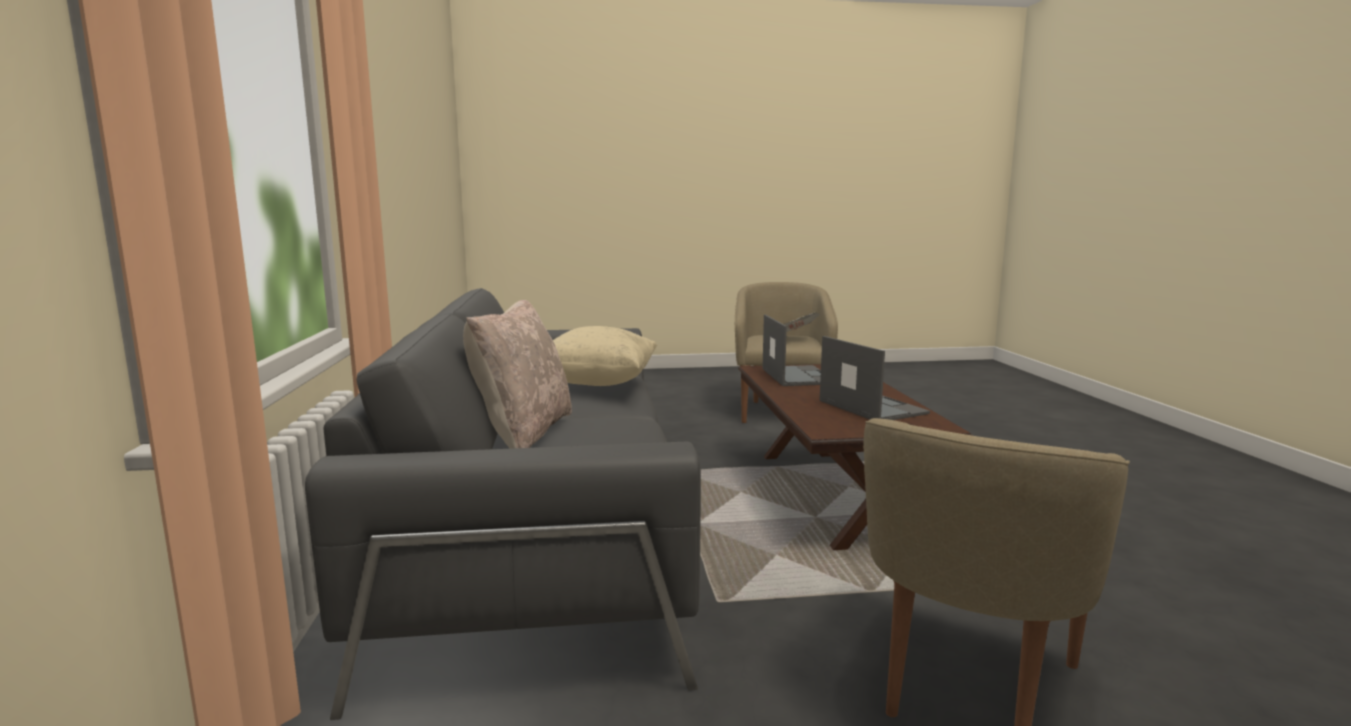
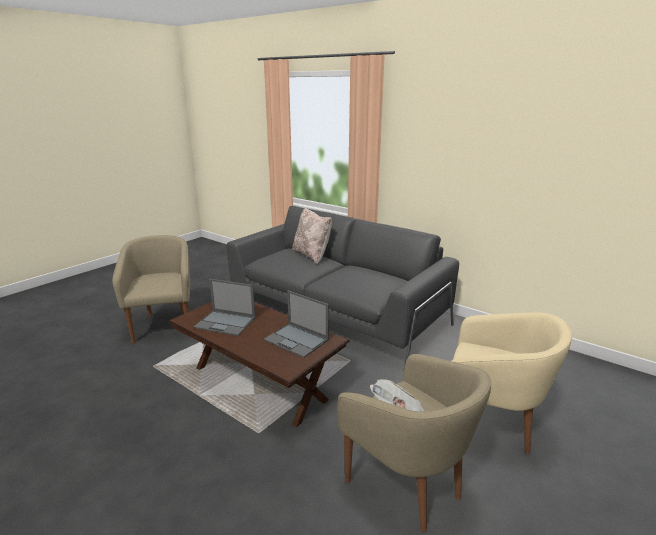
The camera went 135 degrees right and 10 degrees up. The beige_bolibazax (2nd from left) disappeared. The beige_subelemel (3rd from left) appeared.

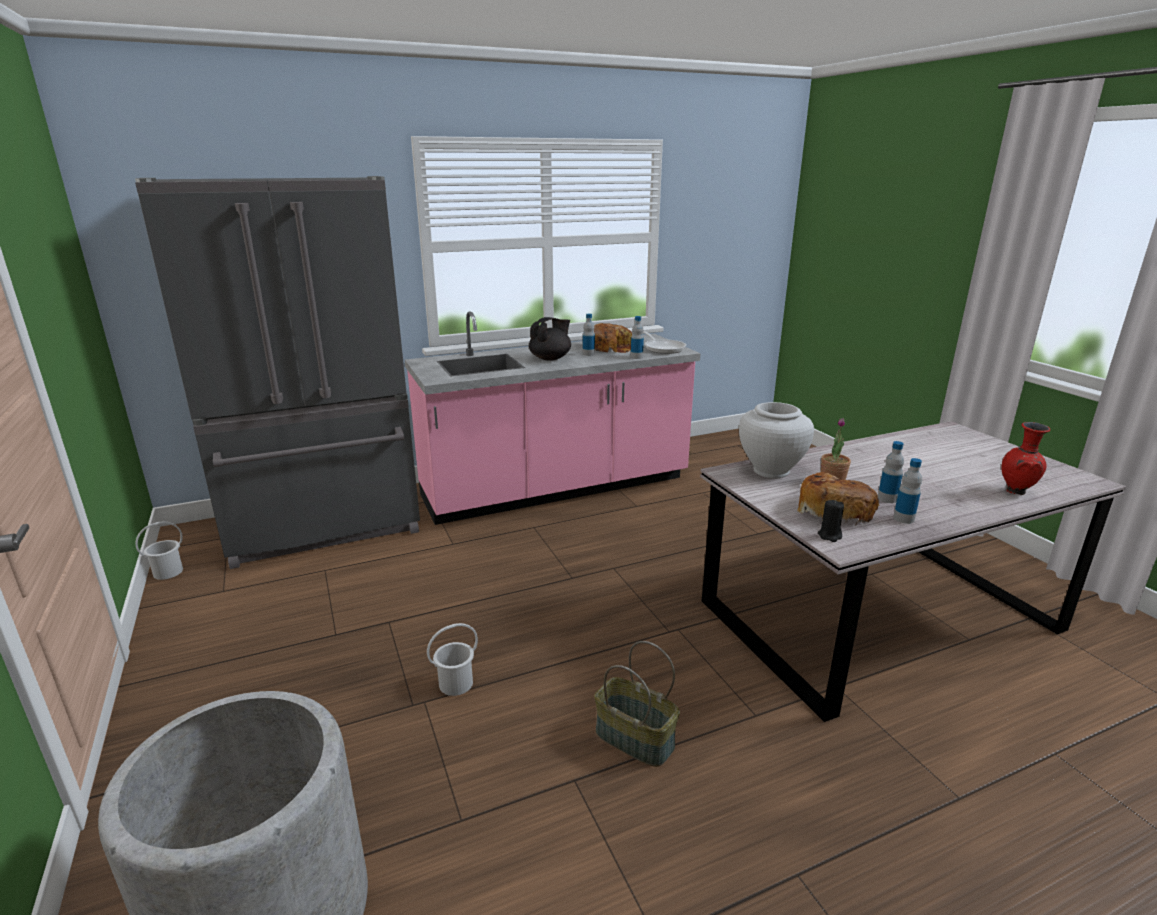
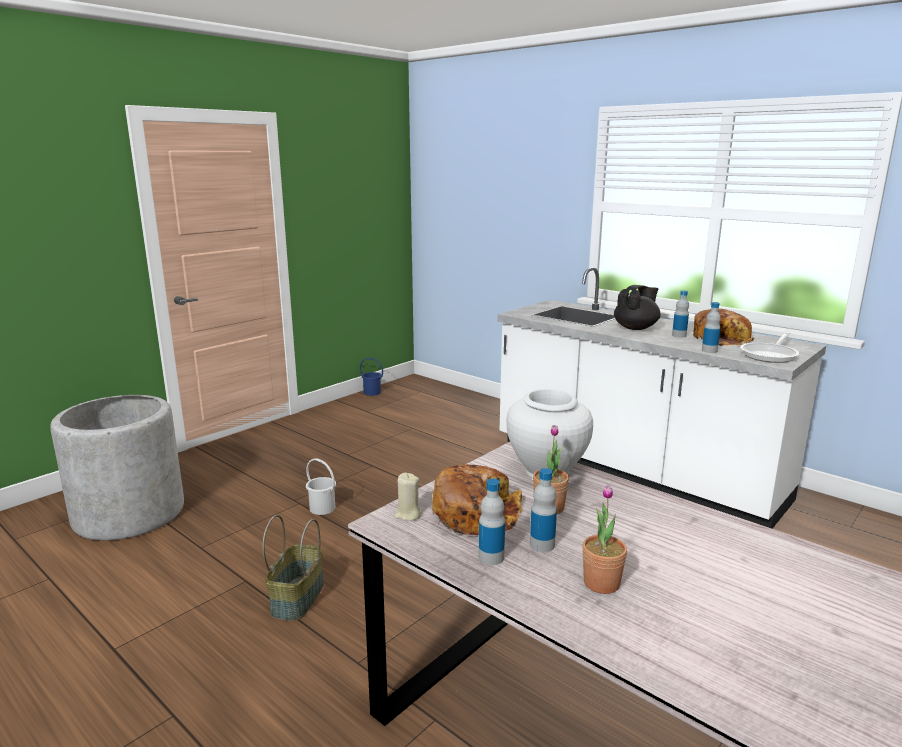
The camera went 65 degrees right and 5 degrees down. The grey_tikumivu disappeared. The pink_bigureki became the white_bigureki. The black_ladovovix turned 60 degrees counterclockwise. The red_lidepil disappeared. The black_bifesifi became the beige_bifesifi. The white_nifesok (1st from left) became the blue_nifesok. The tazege (2nd from left) appeared.

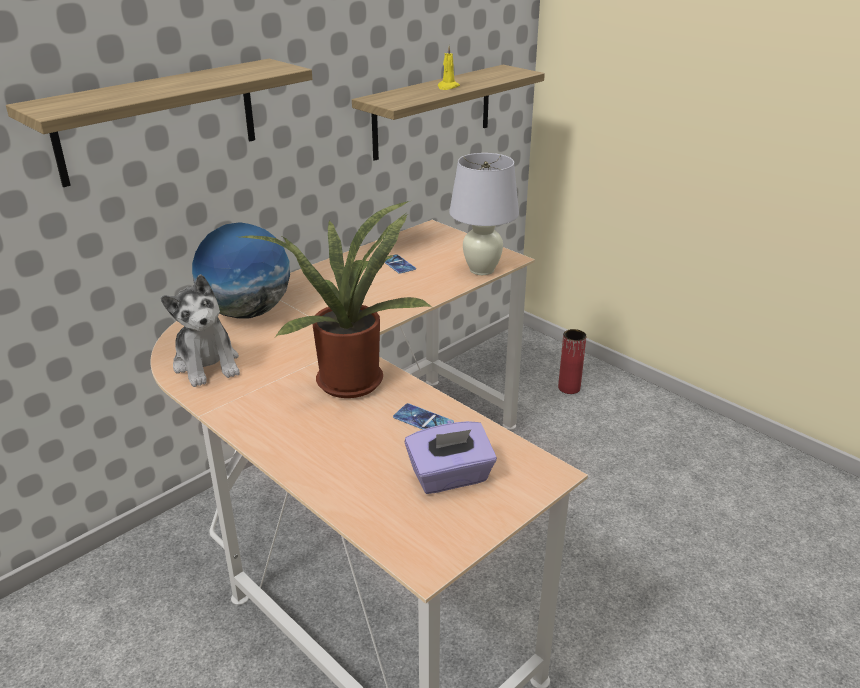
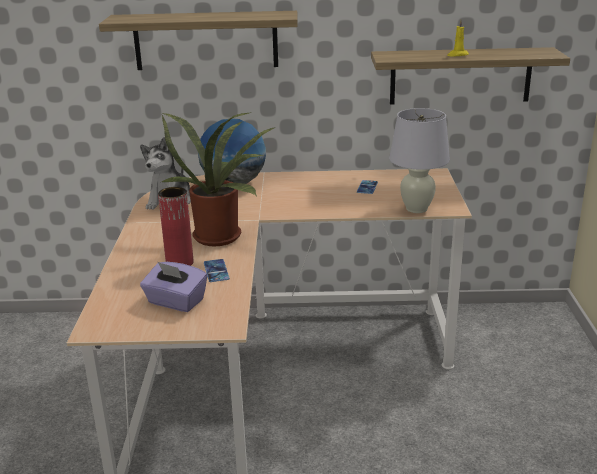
The camera went 45 degrees right and 5 degrees down. The red_lidepil moved.

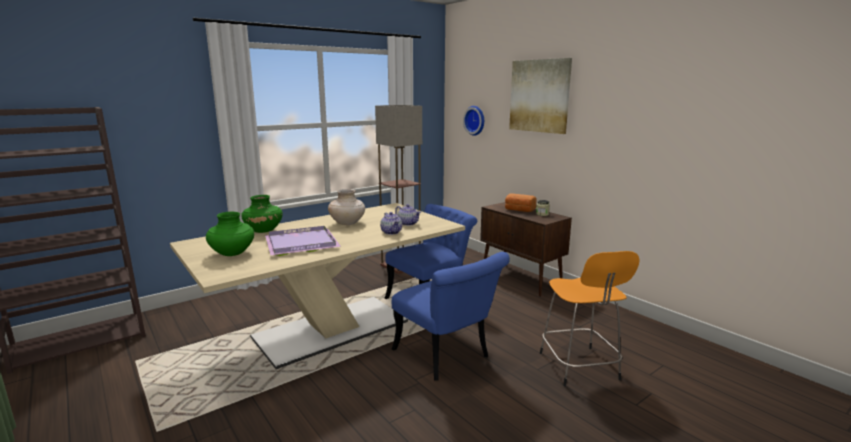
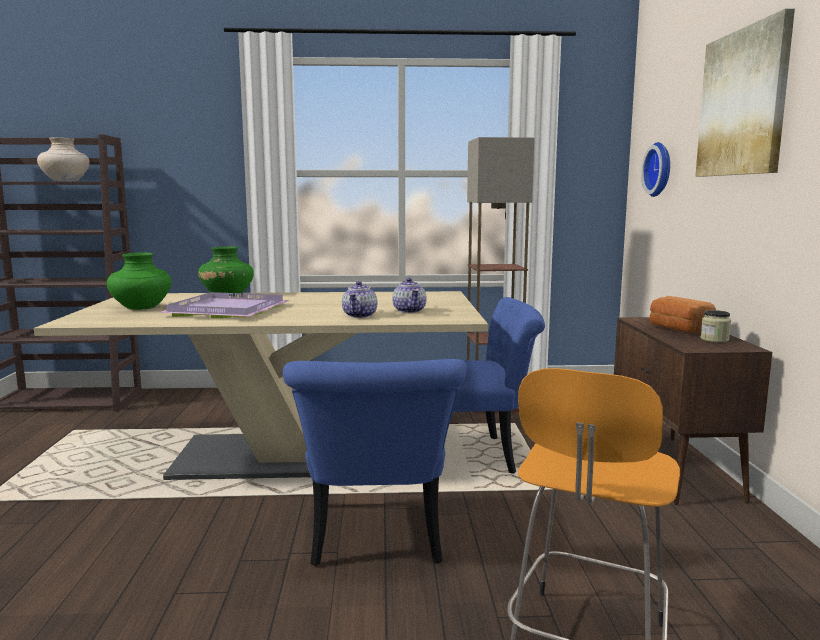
The camera went 35 degrees right and 5 degrees down. The beige_lidepil moved.

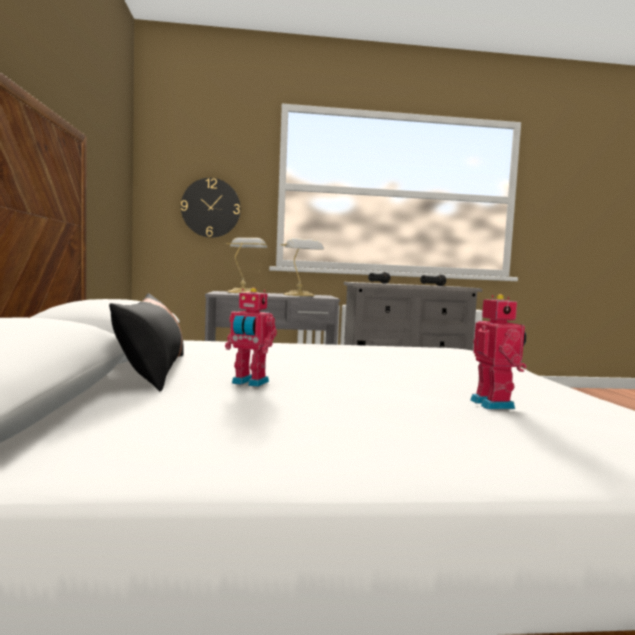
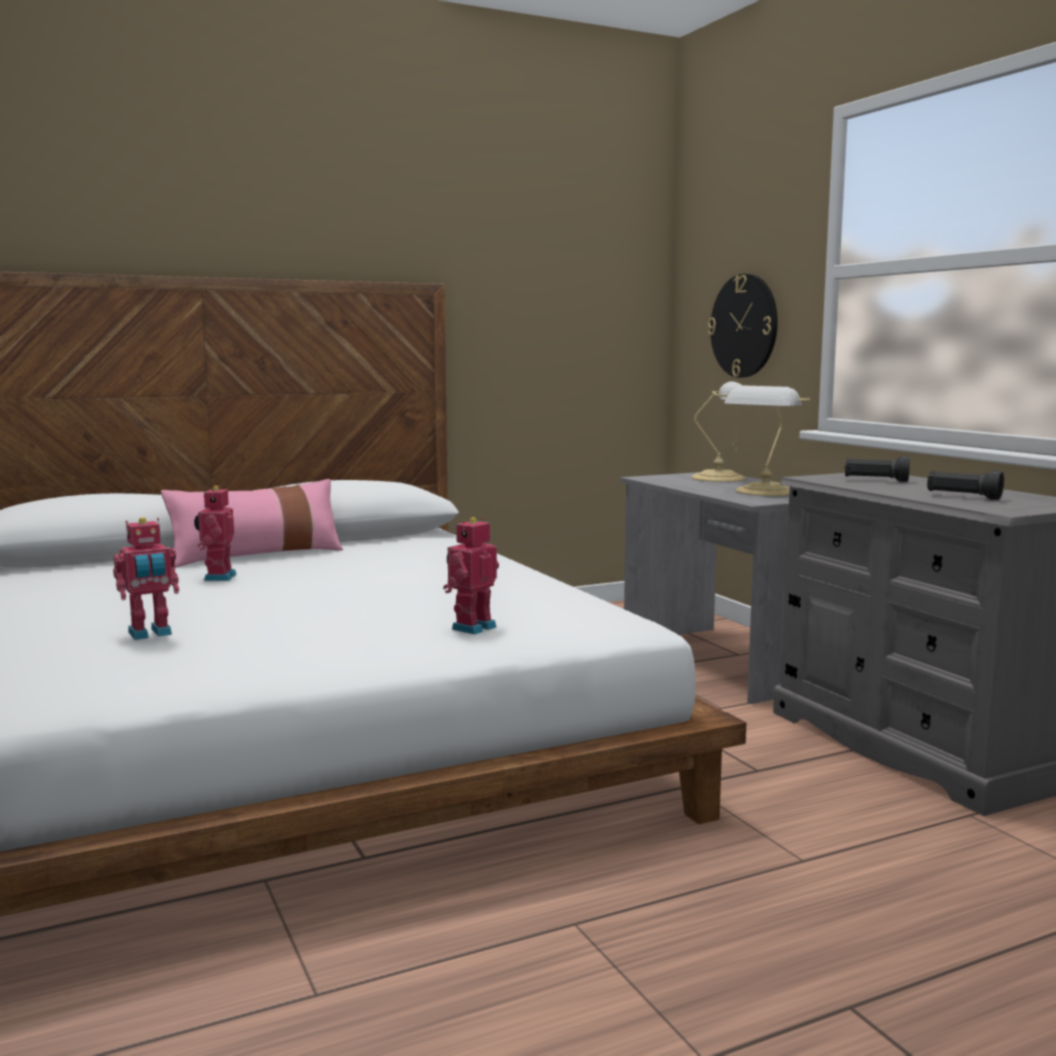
The camera went 70 degrees right and 5 degrees up. The black_bolibazax became the pink_bolibazax. The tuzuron (3rd from left) appeared.

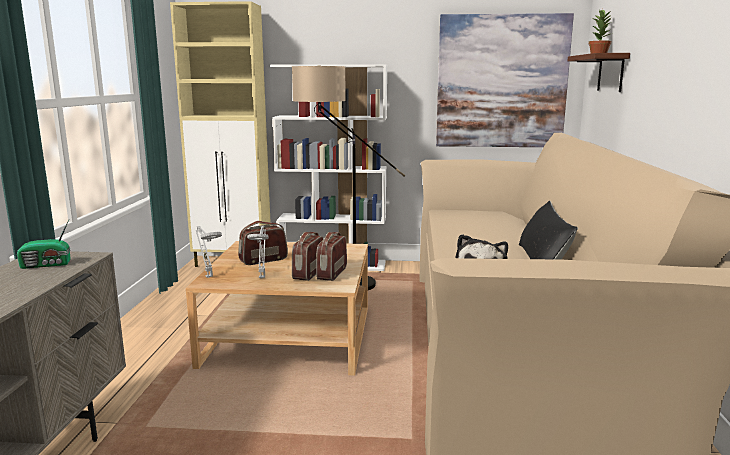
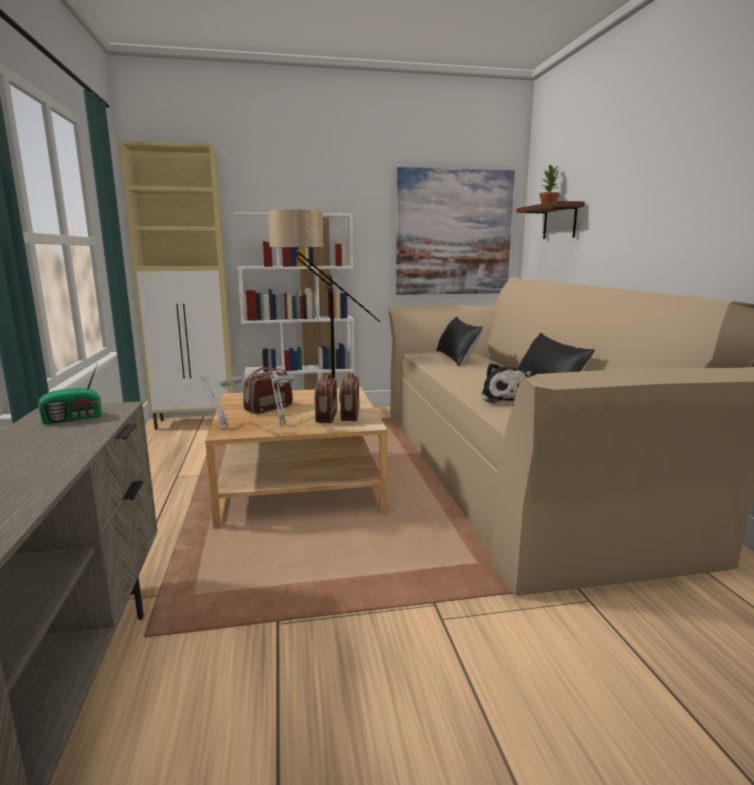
The camera went 15 degrees left and 0 degrees up. The black_bolibazax (1st from left) appeared.

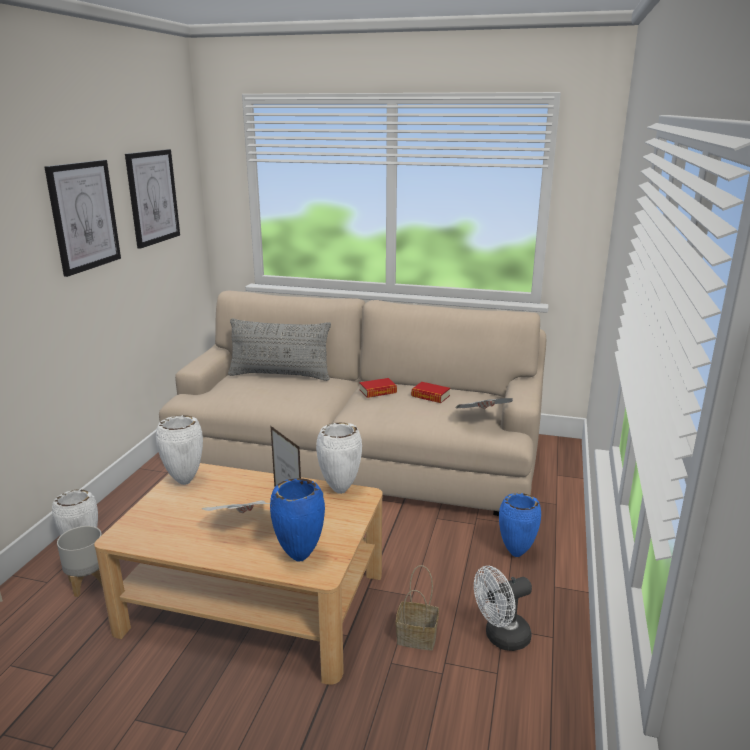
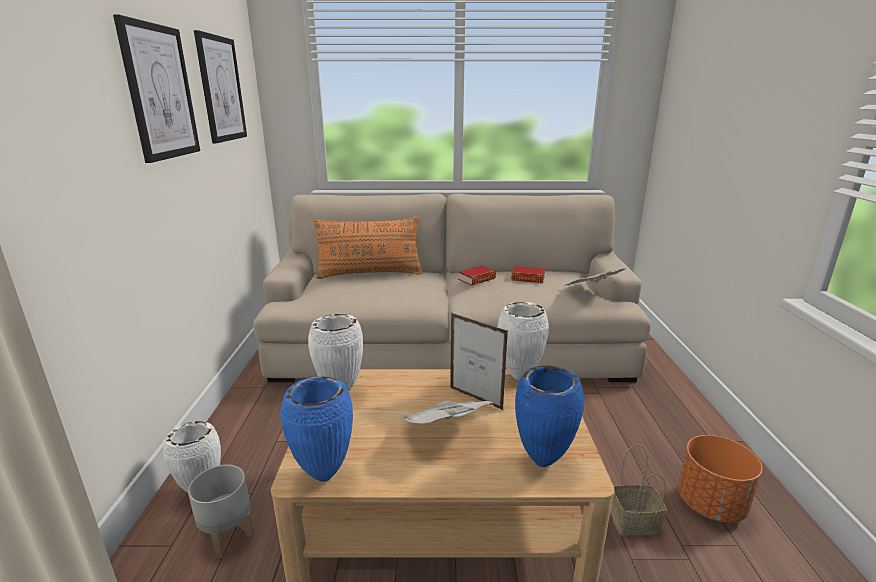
The camera went 15 degrees left and 0 degrees up. The grey_bolibazax became the orange_bolibazax. The blue_lidepil (2nd from left in the first image) moved. The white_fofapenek was replaced by the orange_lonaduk.

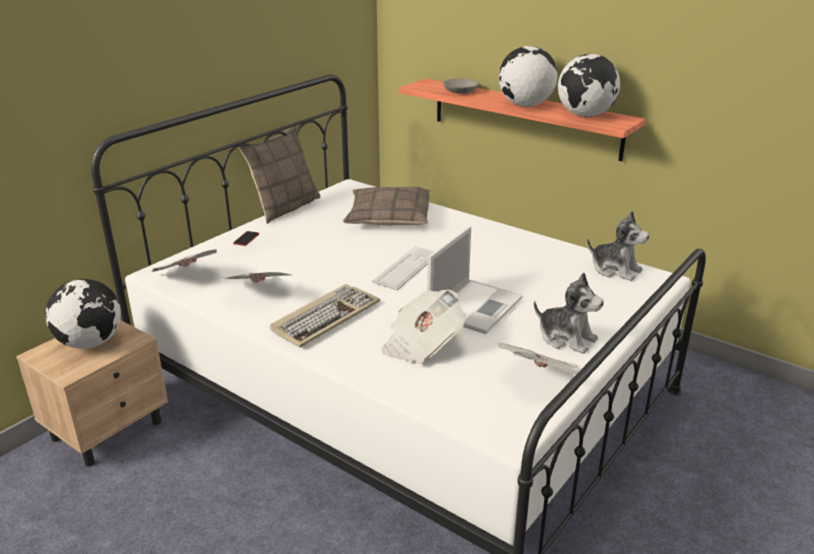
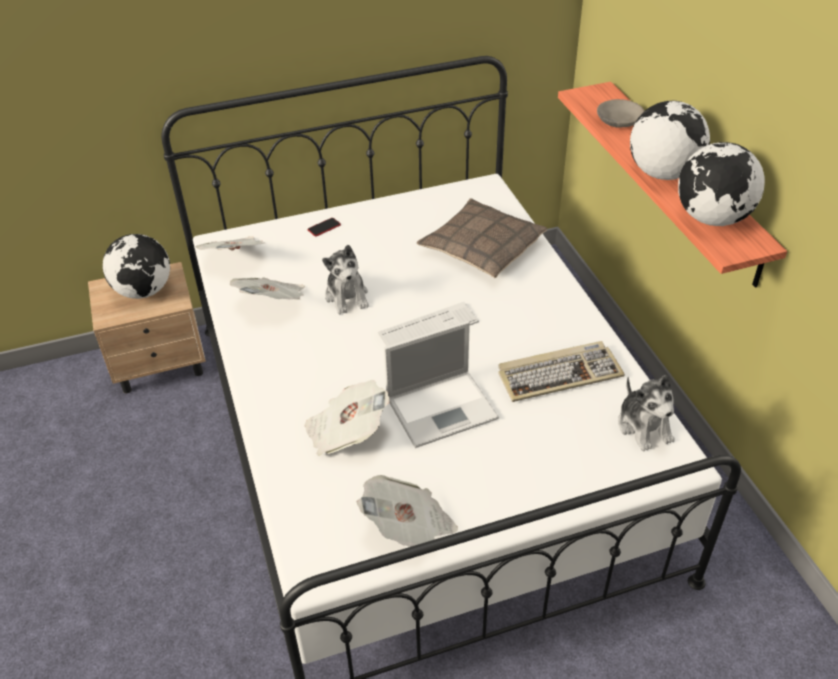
The camera went 35 degrees right and 15 degrees up. The bolibazax (1st from left) disappeared. The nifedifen (1st from left) moved. The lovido (1st from left in the first image) moved.

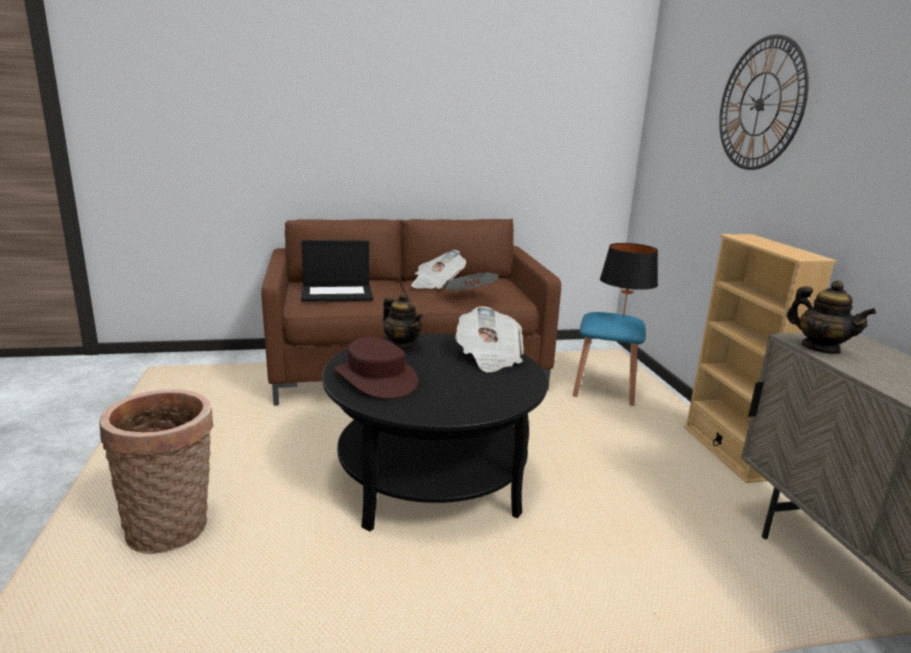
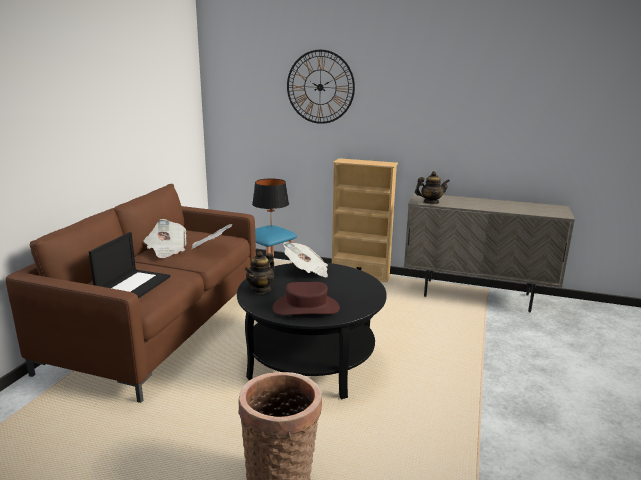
The camera went 60 degrees left and 0 degrees up. The ladovovix (1st from left) turned 135 degrees clockwise.

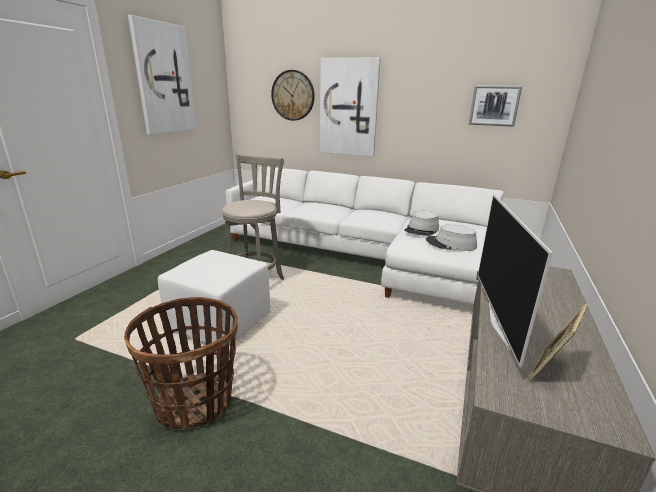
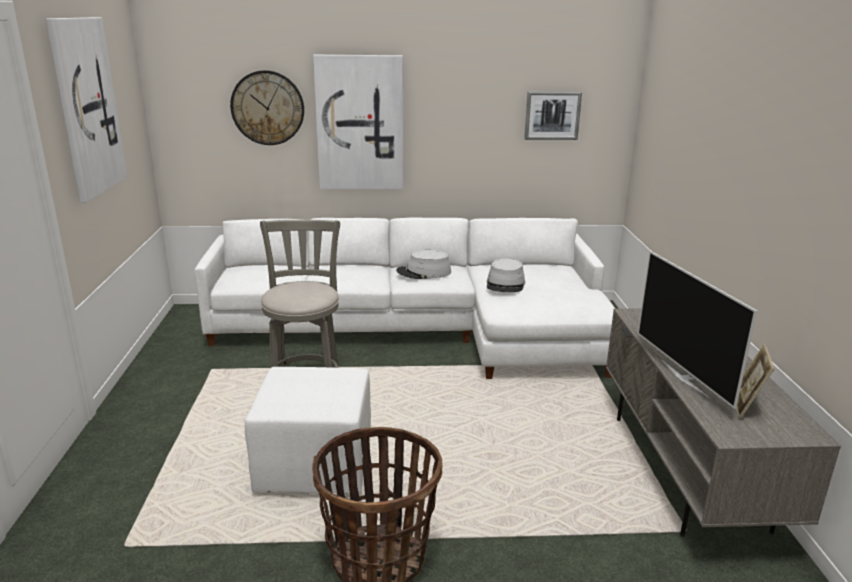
The camera went 25 degrees left and 0 degrees up. The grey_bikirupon (2nd from left in the first image) moved.

